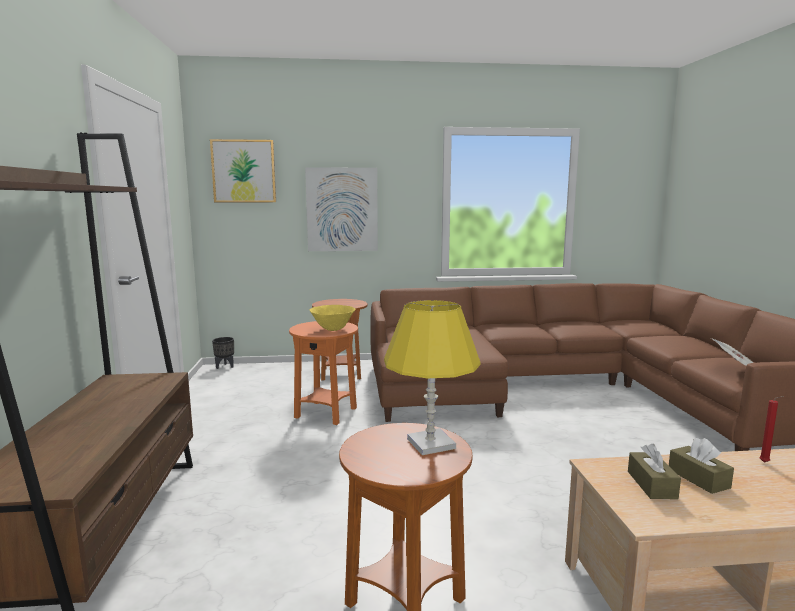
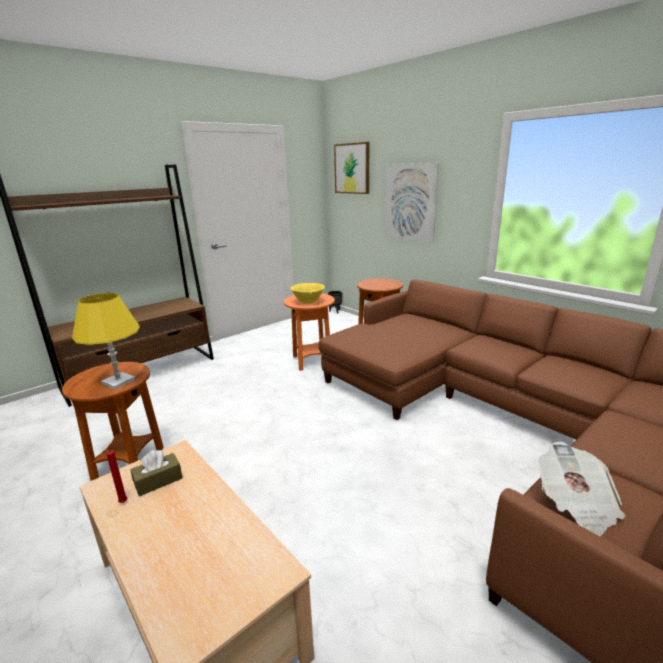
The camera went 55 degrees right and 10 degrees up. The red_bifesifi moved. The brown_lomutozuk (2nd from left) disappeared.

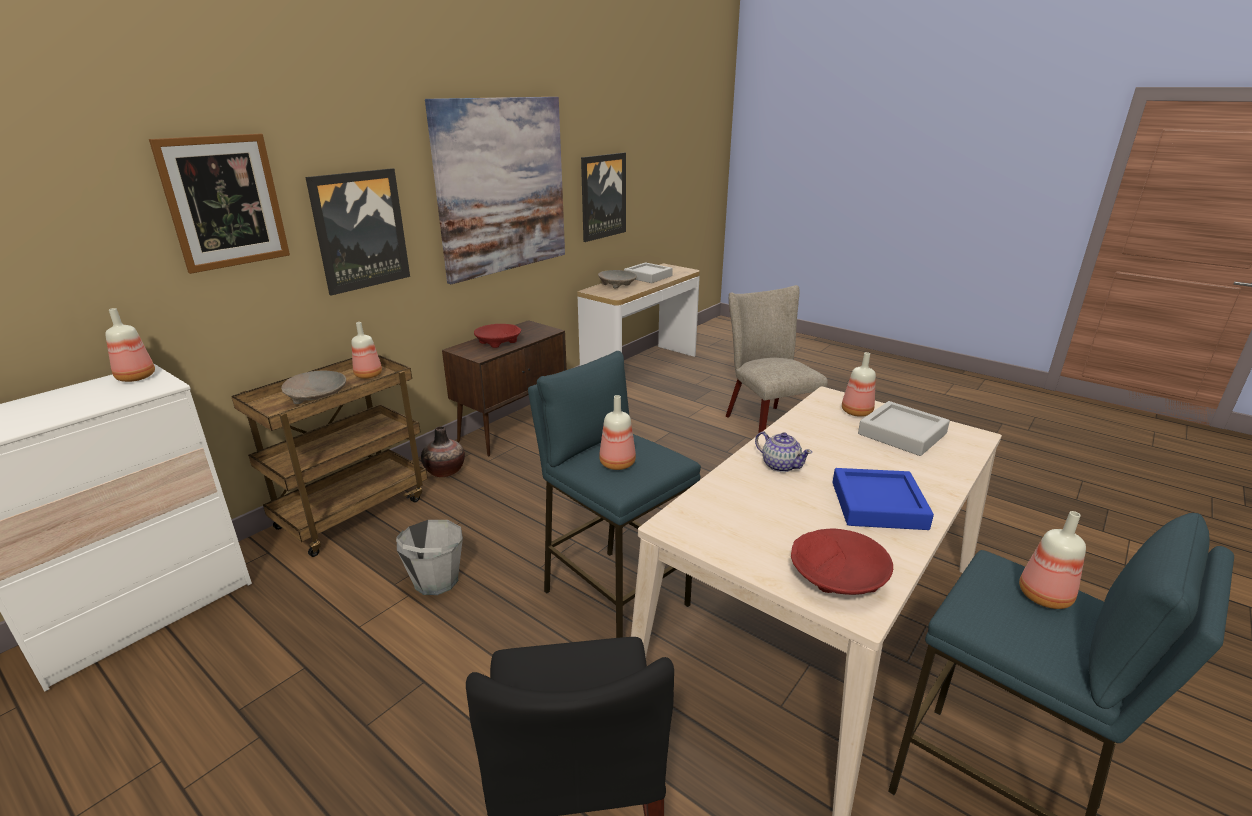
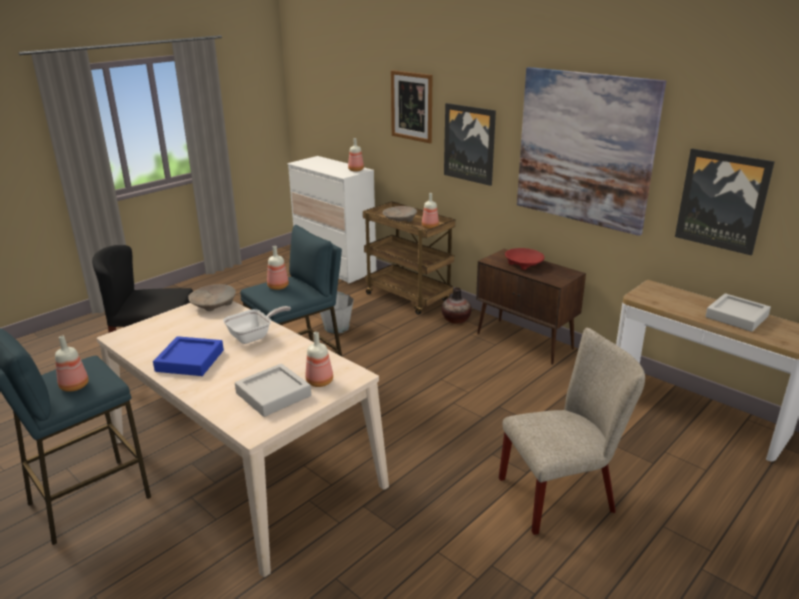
The camera went 95 degrees right and 0 degrees up. The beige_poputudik (2nd from left in the first image) moved. The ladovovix was replaced by the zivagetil. The red_poputudik (2nd from left) disappeared.

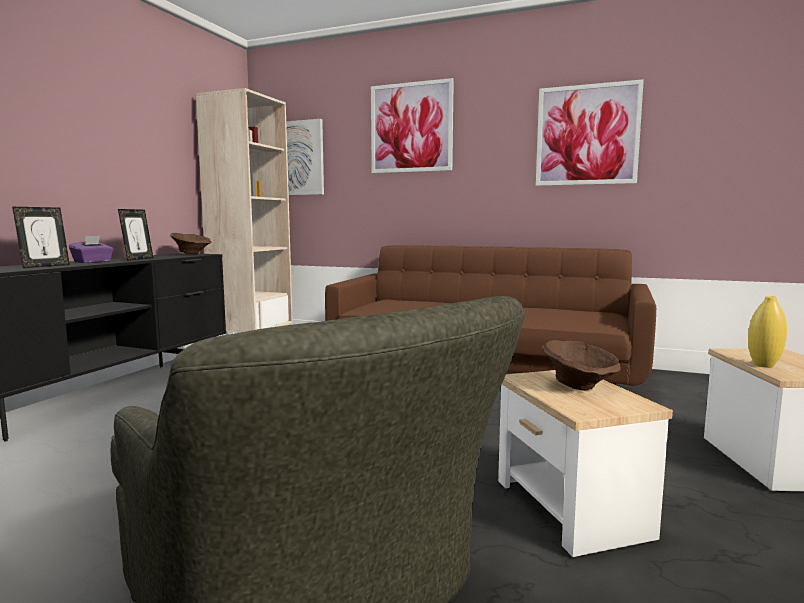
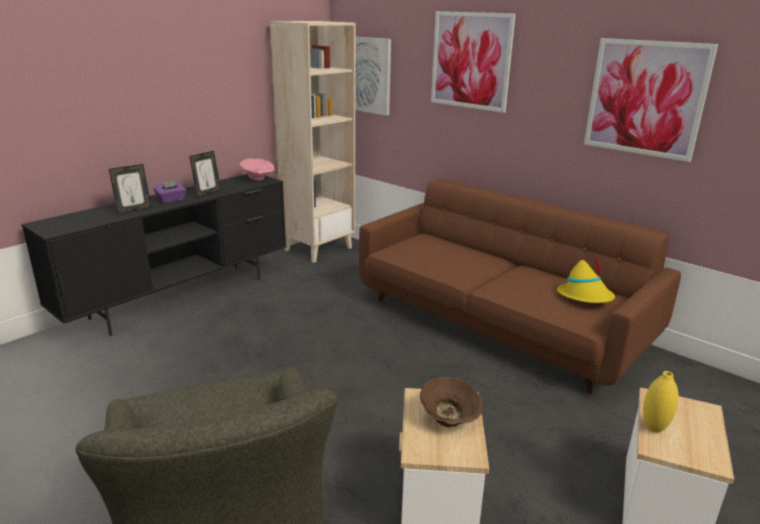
The camera went 20 degrees right and 15 degrees up. The brown_poputudik (1st from left) became the pink_poputudik. The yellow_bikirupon appeared.

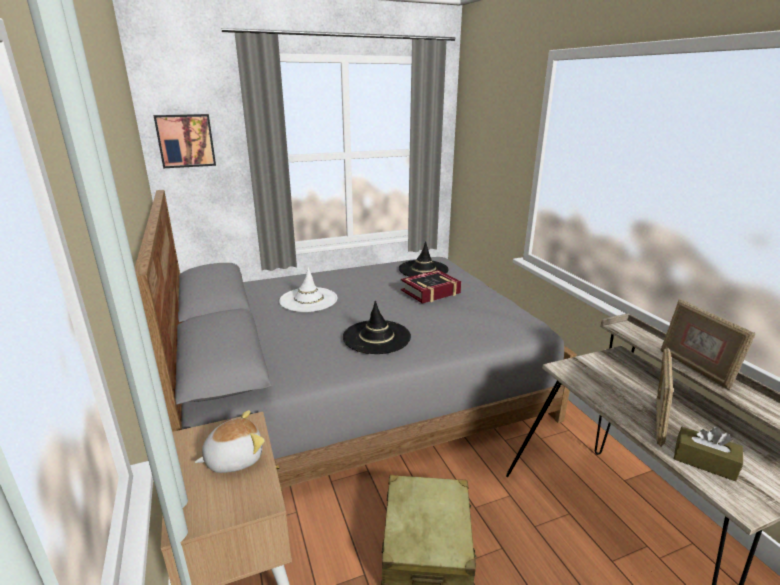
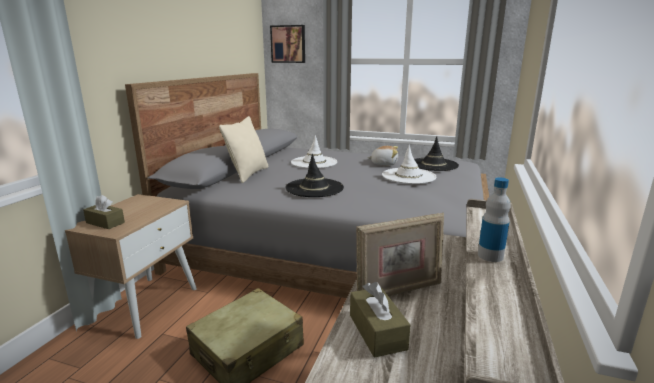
The camera went 40 degrees right and 5 degrees down. The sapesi was replaced by the white_bikirupon (2nd from left). The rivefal (2nd from left) was replaced by the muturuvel. The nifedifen moved. The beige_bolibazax appeared. The brown_lomutozuk (1st from left) appeared.

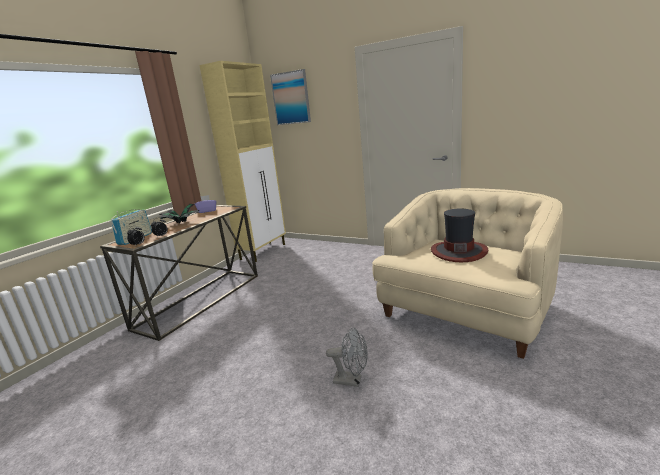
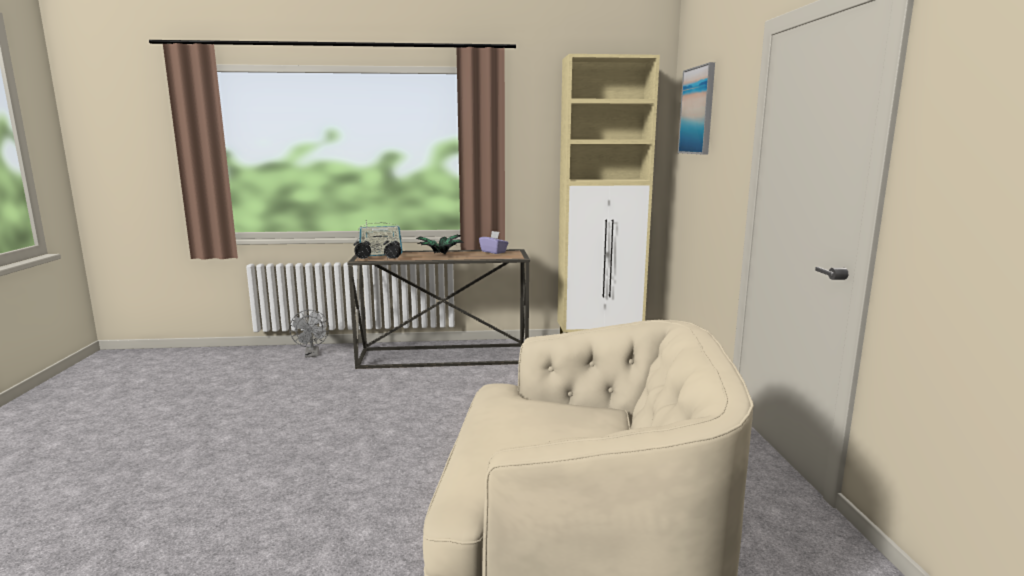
The camera went 55 degrees right and 5 degrees down. The bikirupon disappeared. The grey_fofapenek moved.

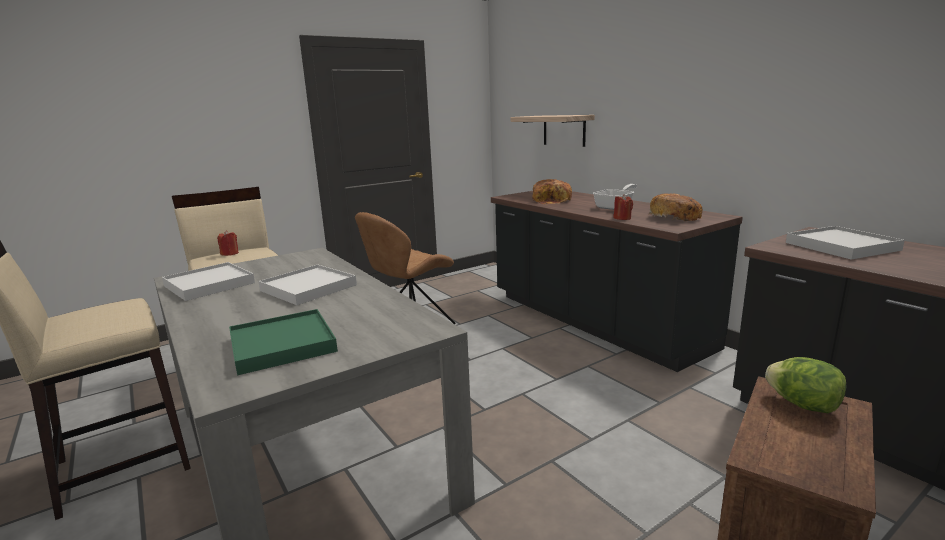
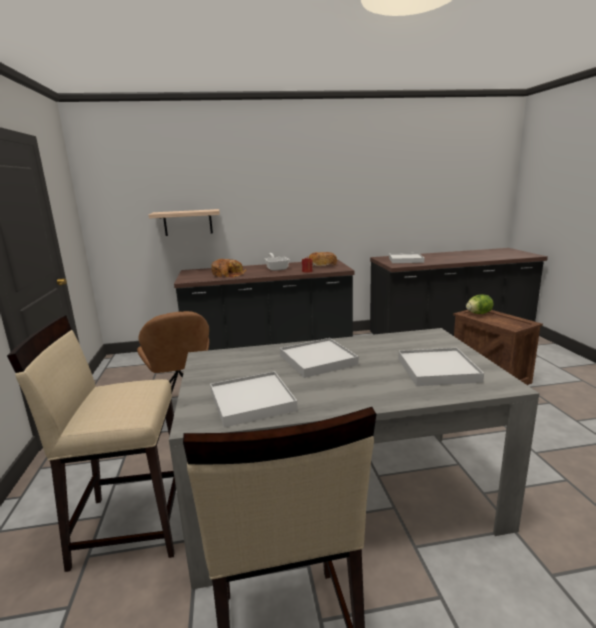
The camera went 65 degrees left and 0 degrees up. The red_bifesifi (1st from left) disappeared. The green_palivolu became the white_palivolu (4th from left).

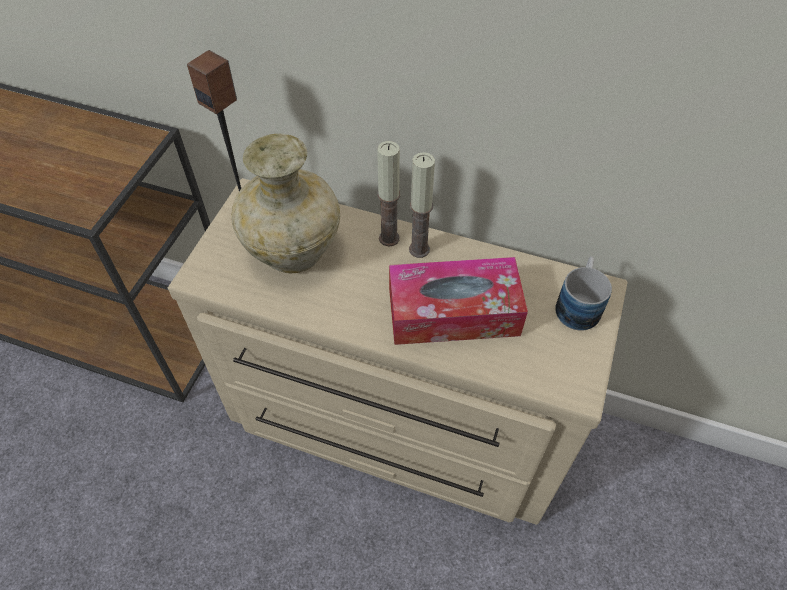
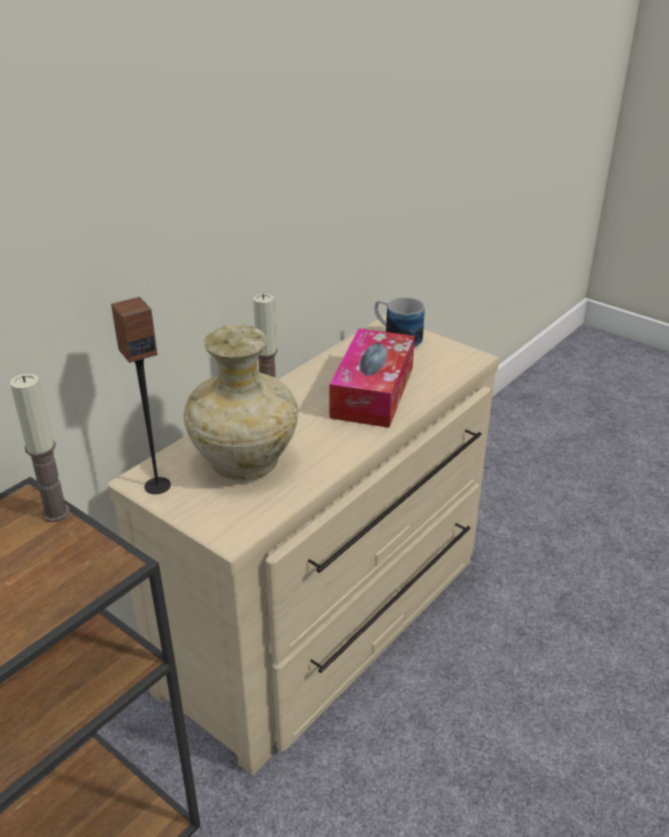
The camera went 70 degrees left and 20 degrees down. The bifesifi (2nd from left in the first image) moved.

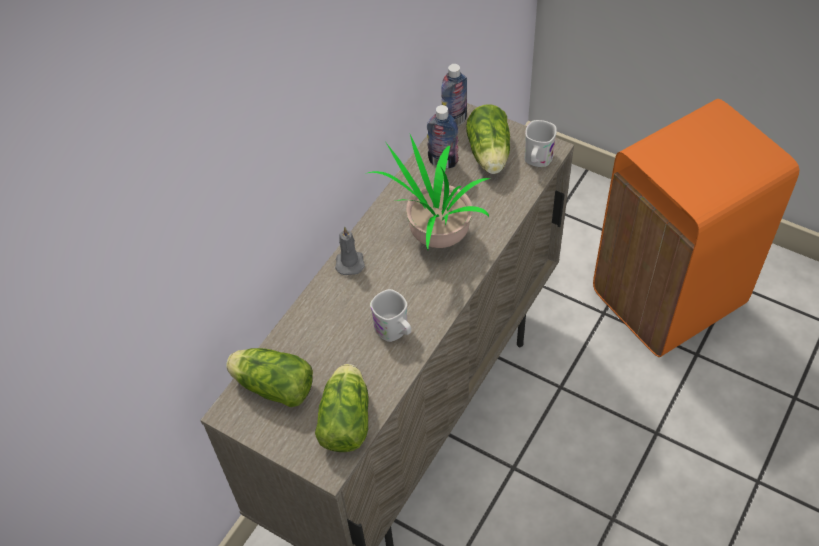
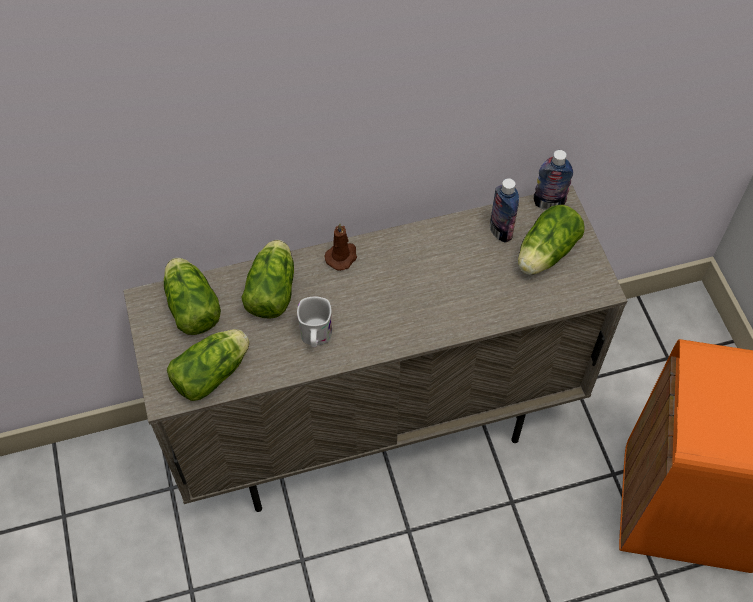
The camera went 40 degrees right and 5 degrees up. The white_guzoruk (2nd from left) disappeared. The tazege disappeared. The grey_bifesifi became the brown_bifesifi. The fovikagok (3rd from left) appeared.

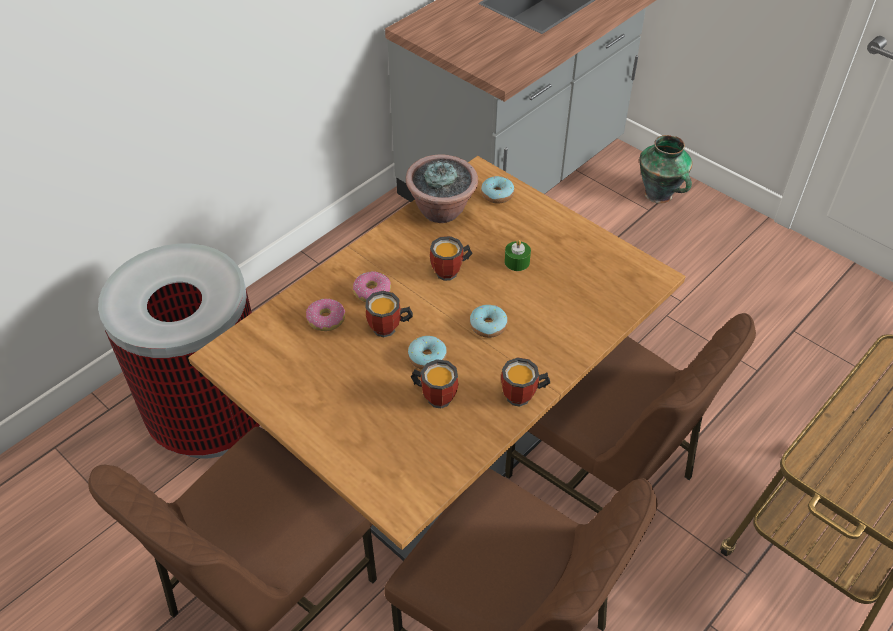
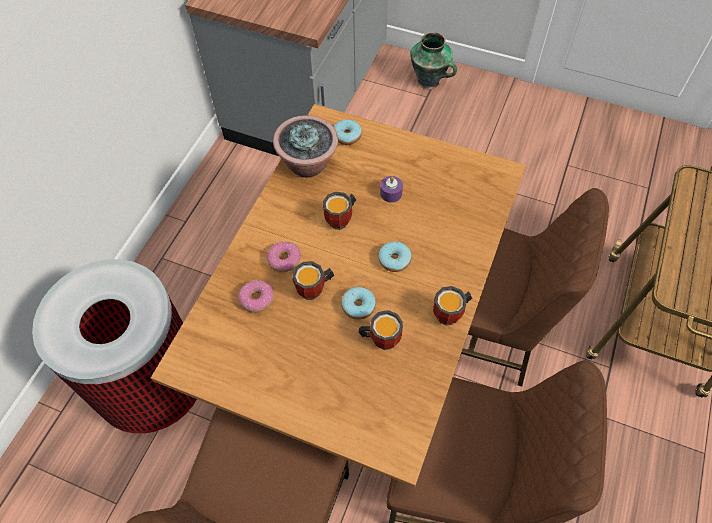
The camera went 20 degrees left and 10 degrees up. The green_bifesifi became the purple_bifesifi.

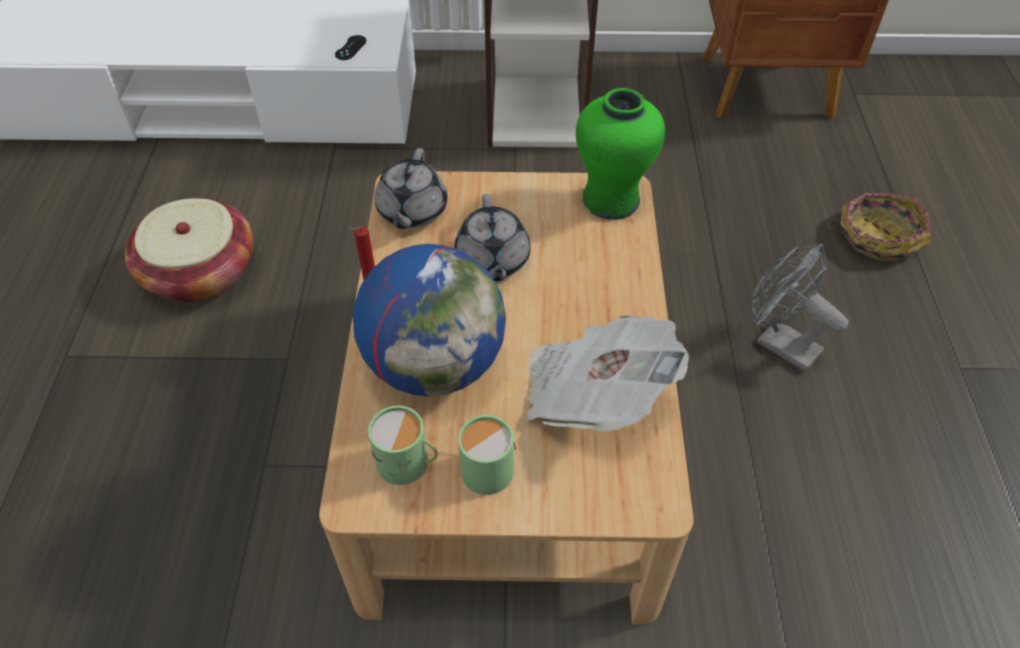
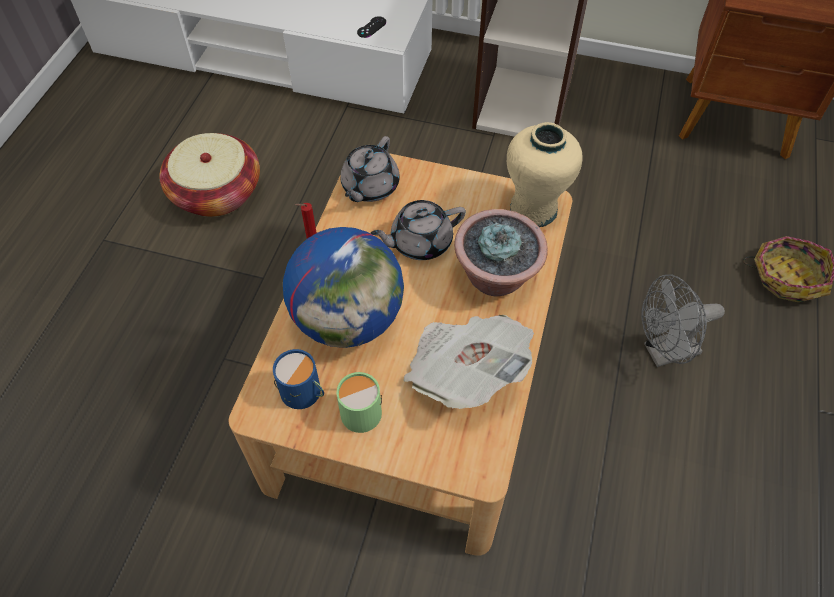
The camera went 15 degrees right and 5 degrees up. The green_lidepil became the beige_lidepil. The grey_ladovovix (2nd from left) turned 60 degrees clockwise. The grey_fofapenek turned 75 degrees counterclockwise. The green_guzoruk (1st from left) became the blue_guzoruk. The tazege appeared.

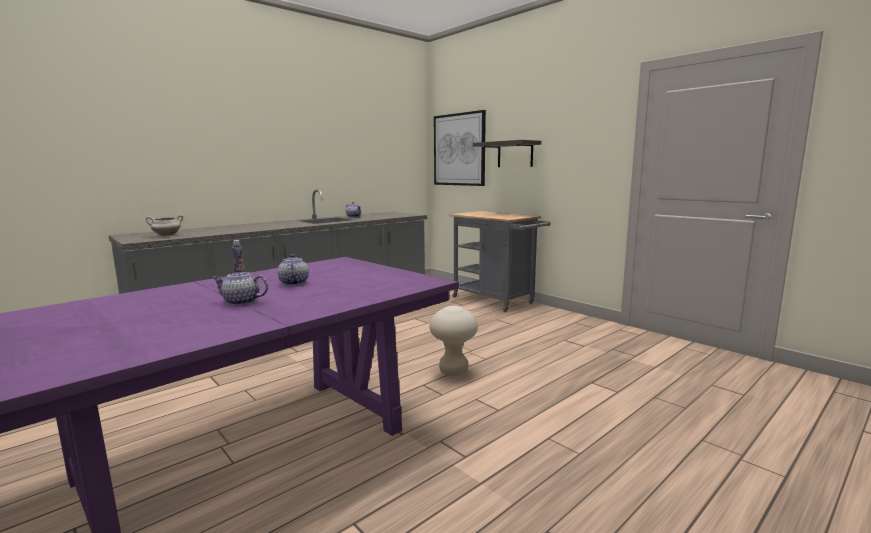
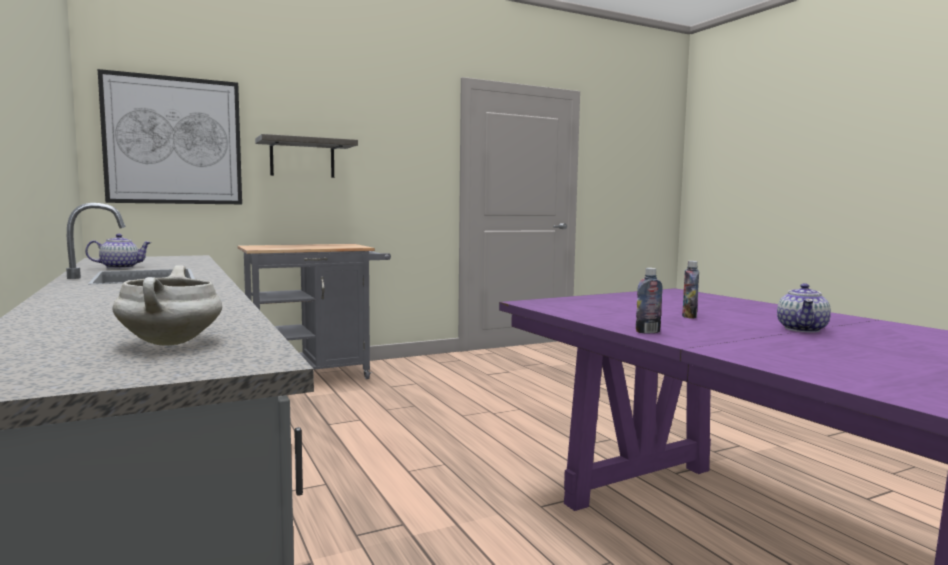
The camera went 75 degrees left and 5 degrees down. The ladovovix (2nd from left) was replaced by the muturuvel (2nd from left). The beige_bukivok disappeared.

